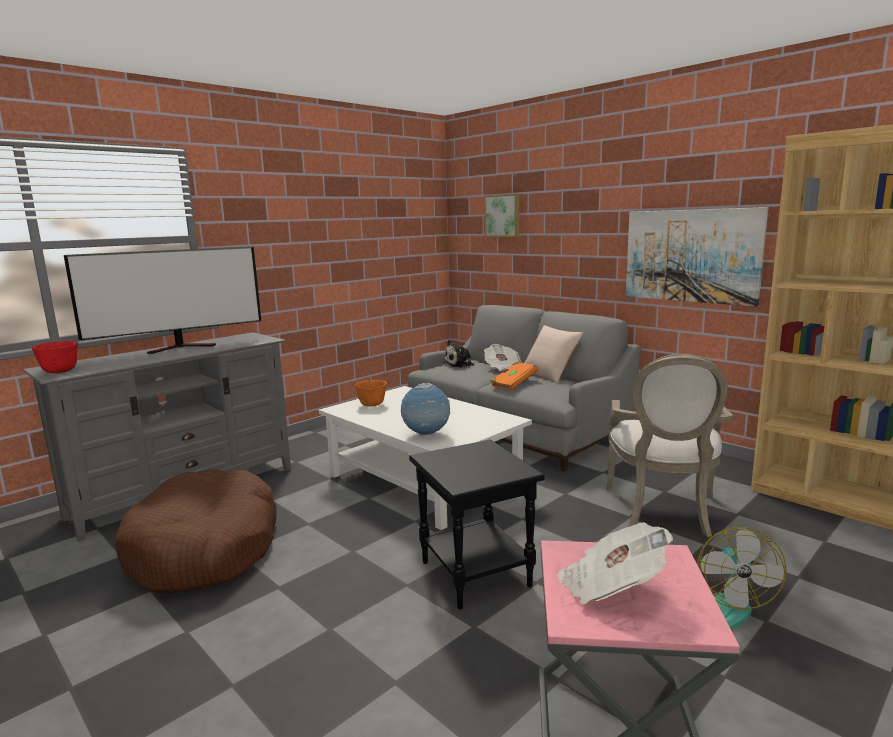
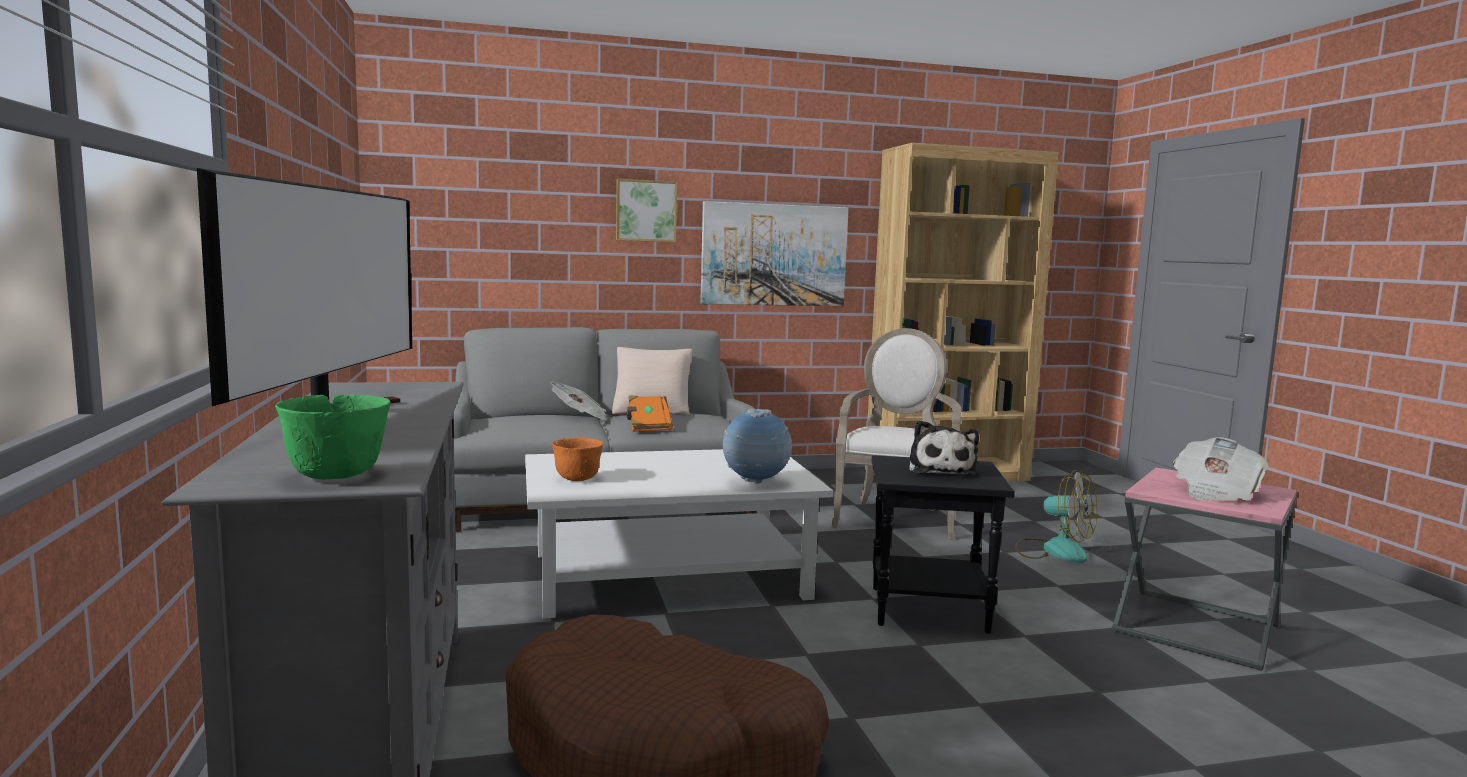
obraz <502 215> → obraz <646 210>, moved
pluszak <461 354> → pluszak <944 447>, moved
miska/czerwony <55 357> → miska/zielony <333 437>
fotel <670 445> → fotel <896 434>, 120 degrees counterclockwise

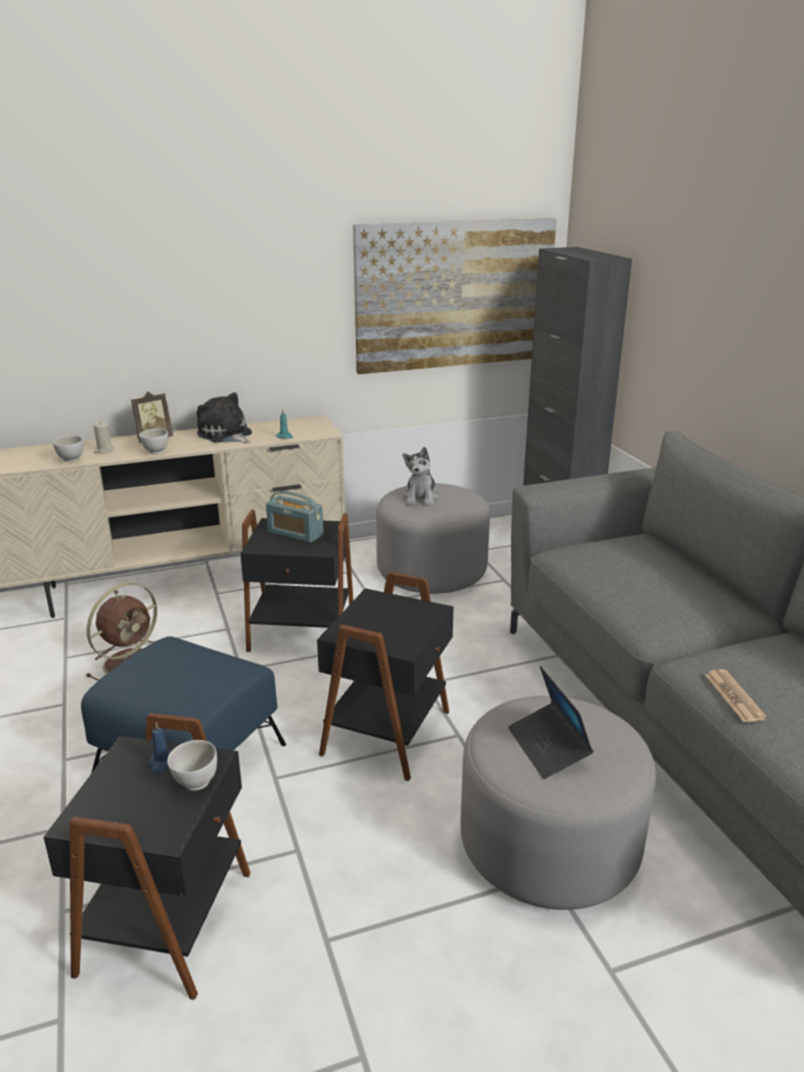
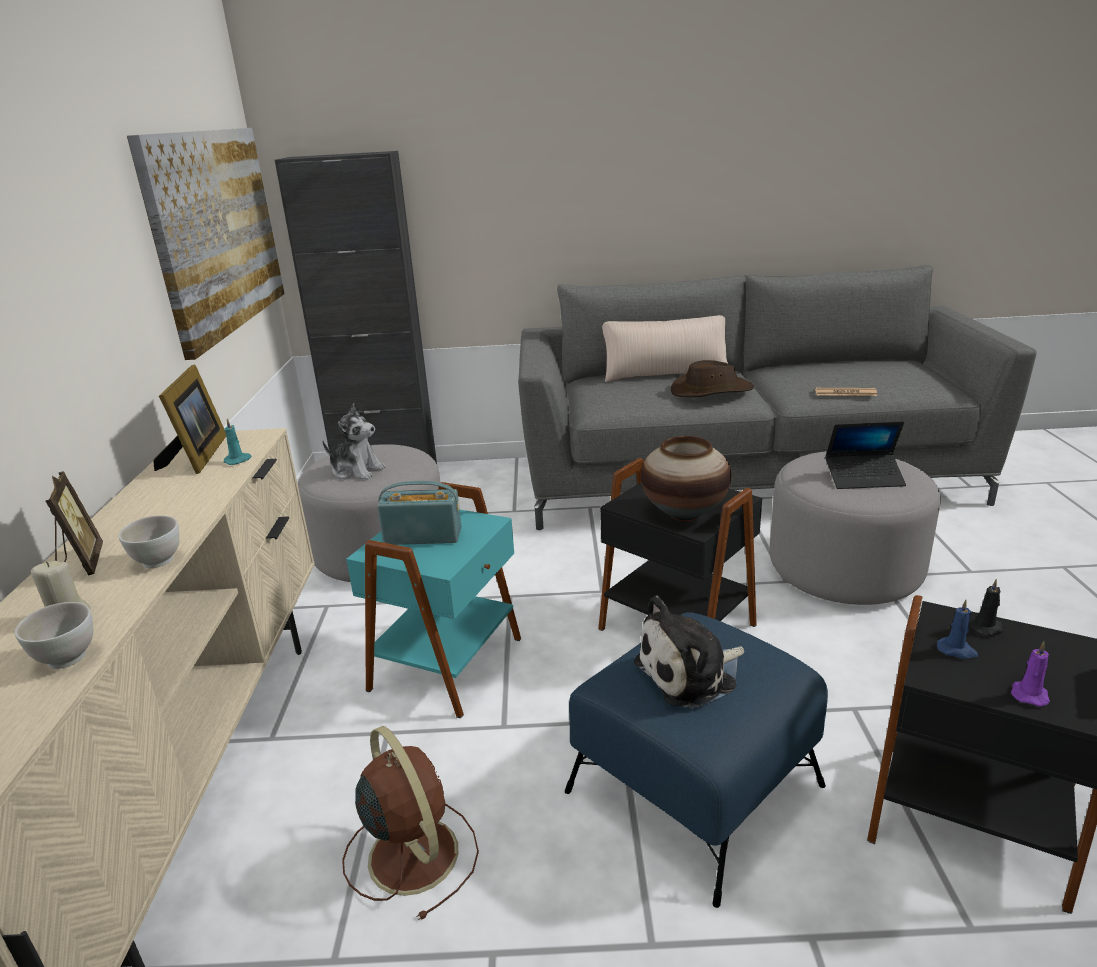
pluszak <224 417> → pluszak <689 652>, moved
radio <295 517> → radio <419 513>, 135 degrees counterclockwise
stolik/czarny <296 581> → stolik/turkusowy <433 600>
miska/biały <192 765> → świeca/czarny <986 607>
- → poduszka/beżowy <665 348>
- → kapelusz/brązowy <712 378>
- → ramka na zdjęcie <190 419>
- → wazon <686 478>
- → świeca/fioletowy <1030 674>

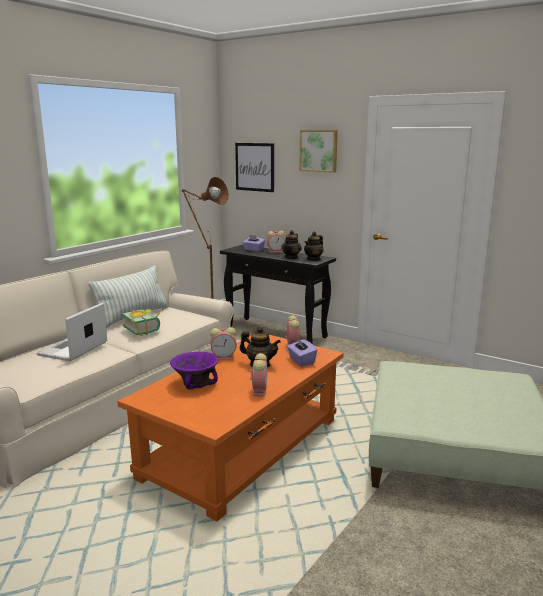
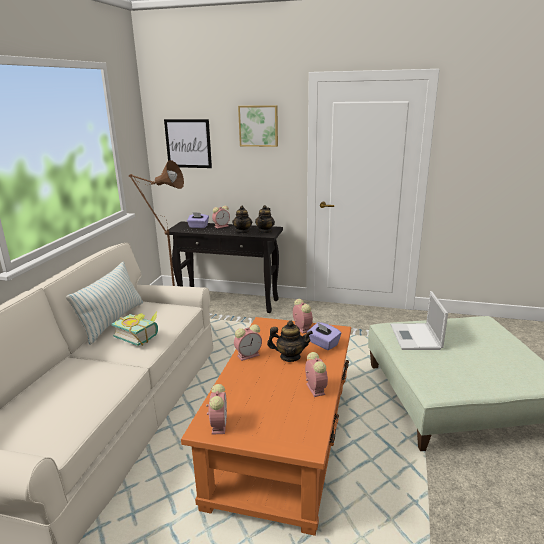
laptop <72 332> → laptop <419 320>, moved
miska/fioletowy <194 371> → -
- → budzik <216 409>

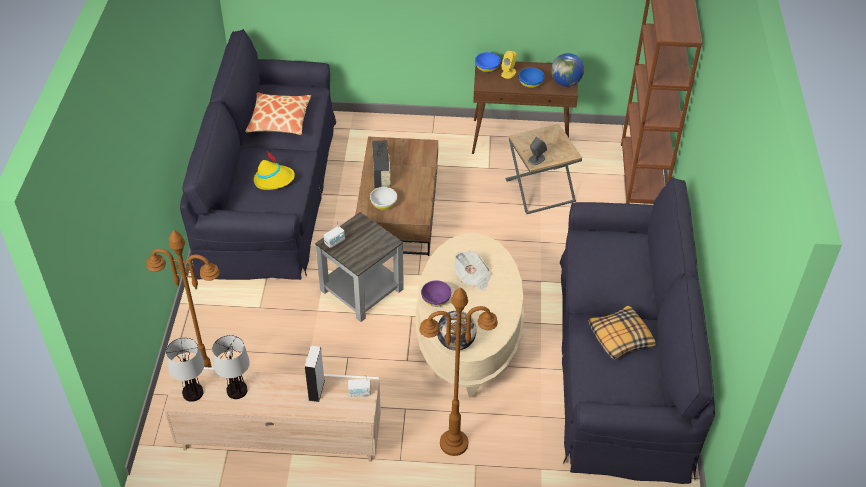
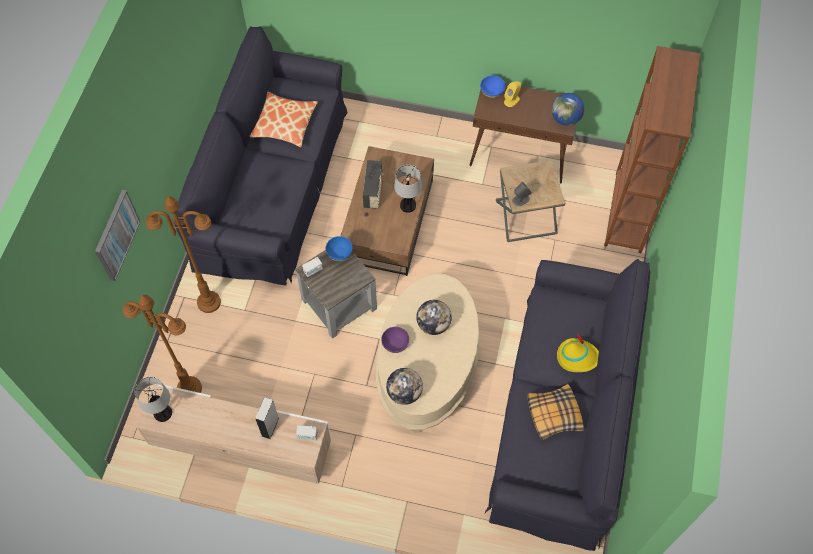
miska/niebieski <531 77> → miska/niebieski <339 248>, moved
kapelusz/żółty <274 170> → kapelusz/żółty <578 353>, moved
miska/biały <383 198> → -
gazeta <472 271> → globus <434 317>
lampa stojąca/brązowy <459 371> → lampa stojąca/brązowy <183 254>, moved
lampa stołowa <231 367> → lampa stołowa <408 189>, moved
- → obraz <117 235>

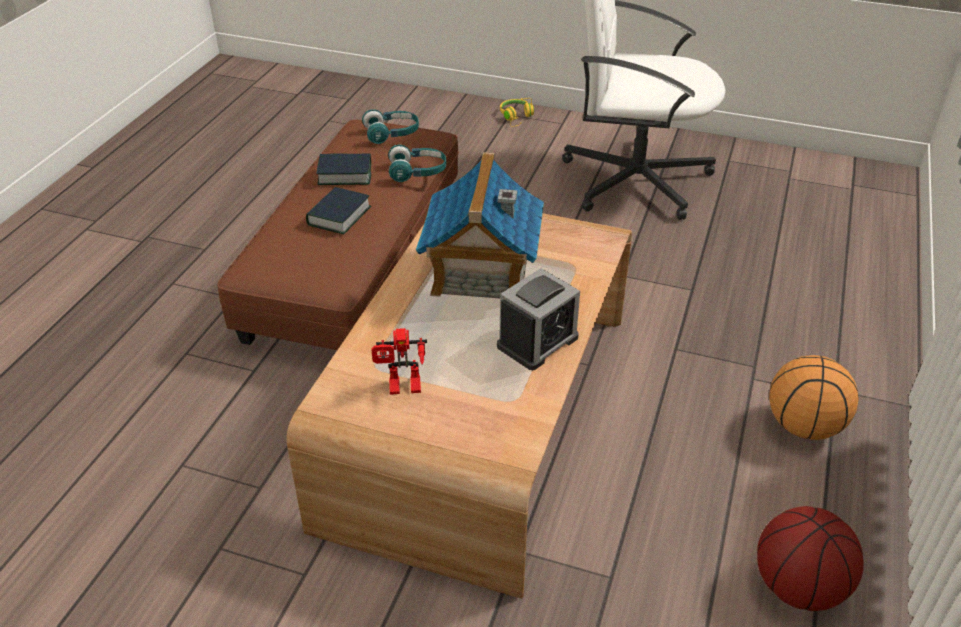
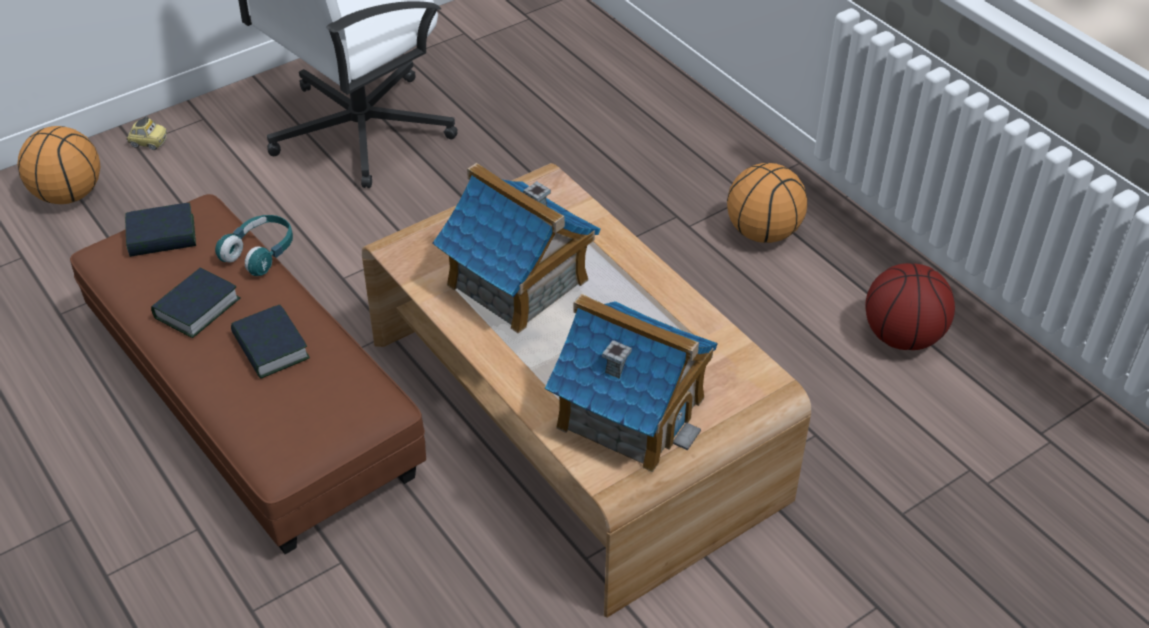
słuchawki/żółty <517 112> → samochodzik <147 133>
słuchawki/turkusowy <390 126> → książka <160 230>
budzik <538 319> → -
robot zabawkowy <399 361> → domek <631 383>
- → piłka do koszykówki <59 165>

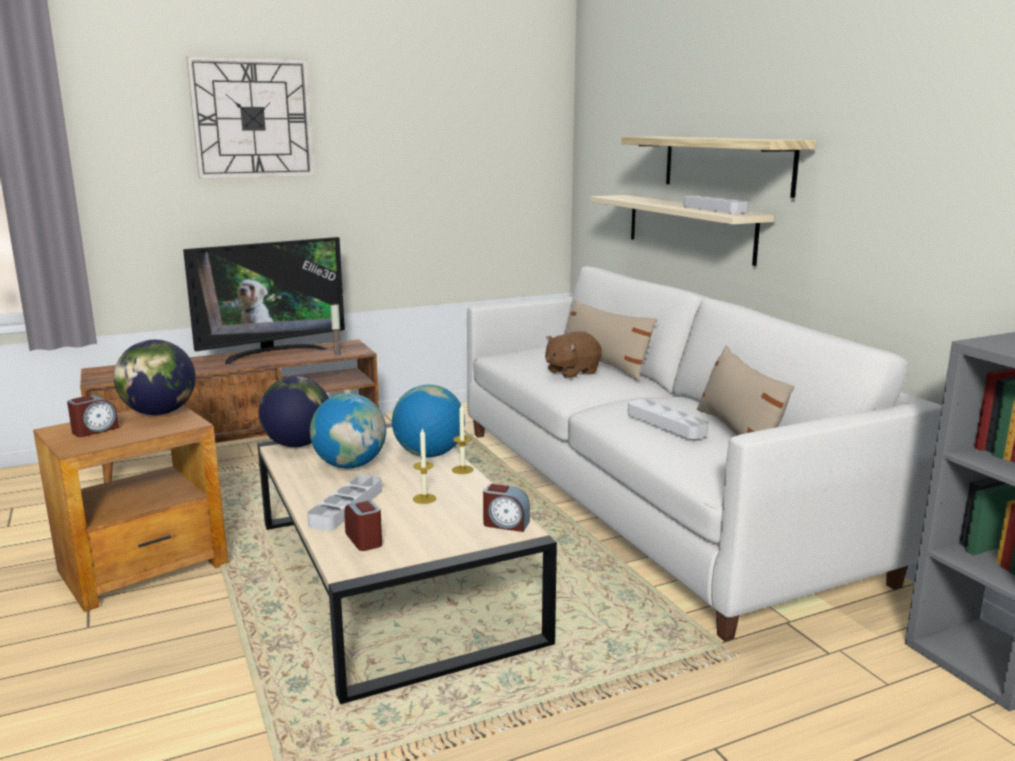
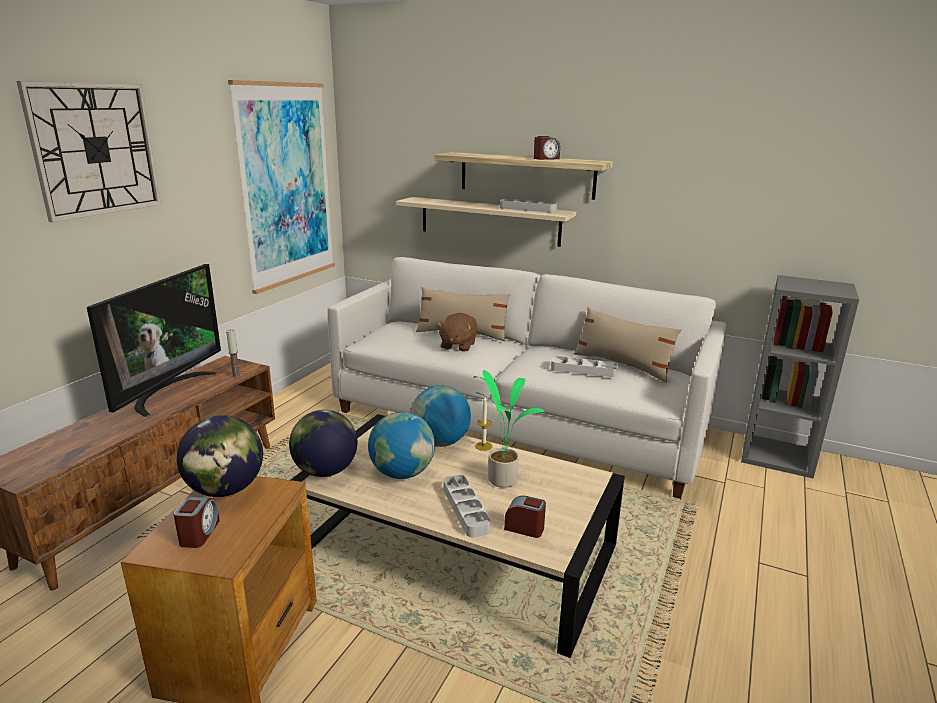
świeca <424 466> → roślina doniczkowa <509 429>
budzik <506 508> → budzik <547 148>, moved
- → obraz <281 187>

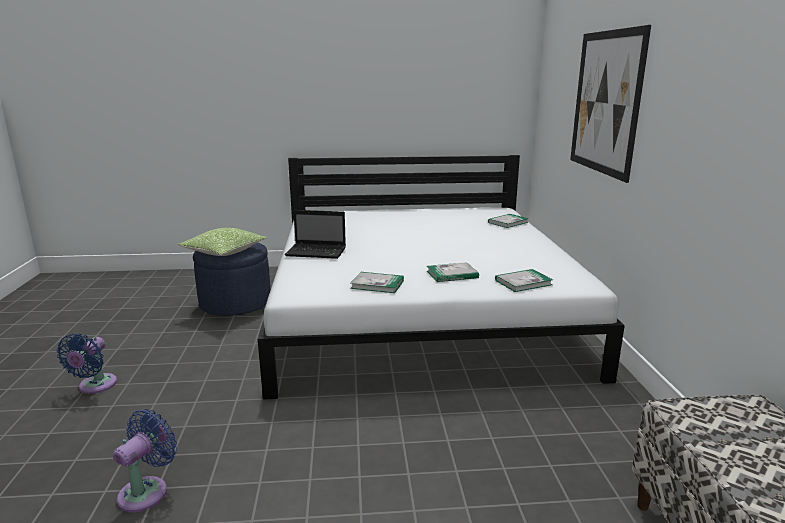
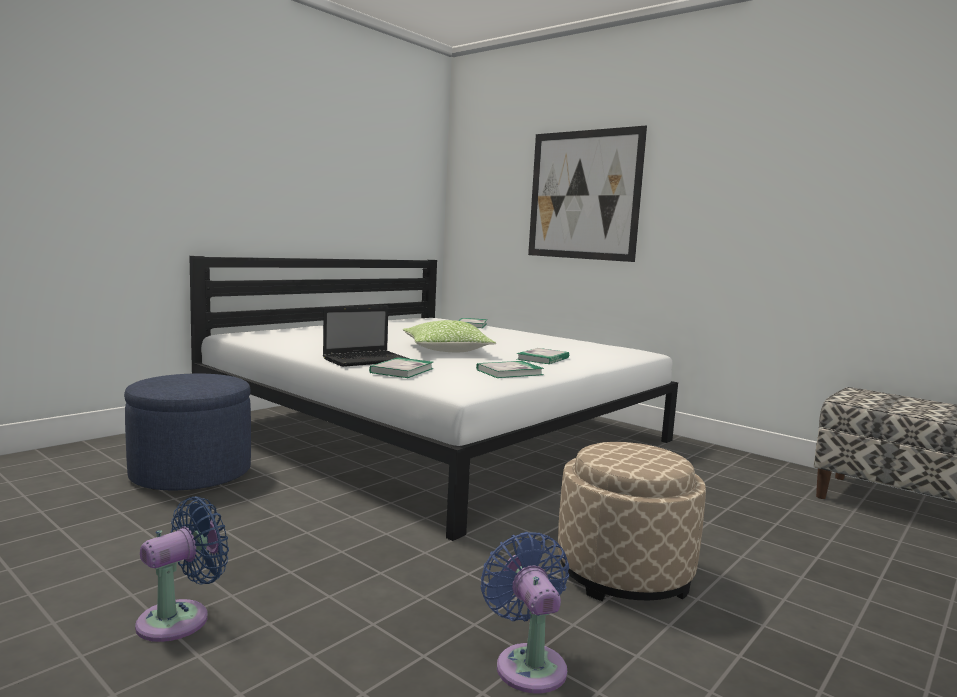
poduszka <222 242> → poduszka <449 336>, moved
książka <524 280> → książka <401 367>, moved
wentylator/niebieski <87 364> → wentylator/niebieski <182 569>, 105 degrees counterclockwise
- → pufa/beżowy <632 521>

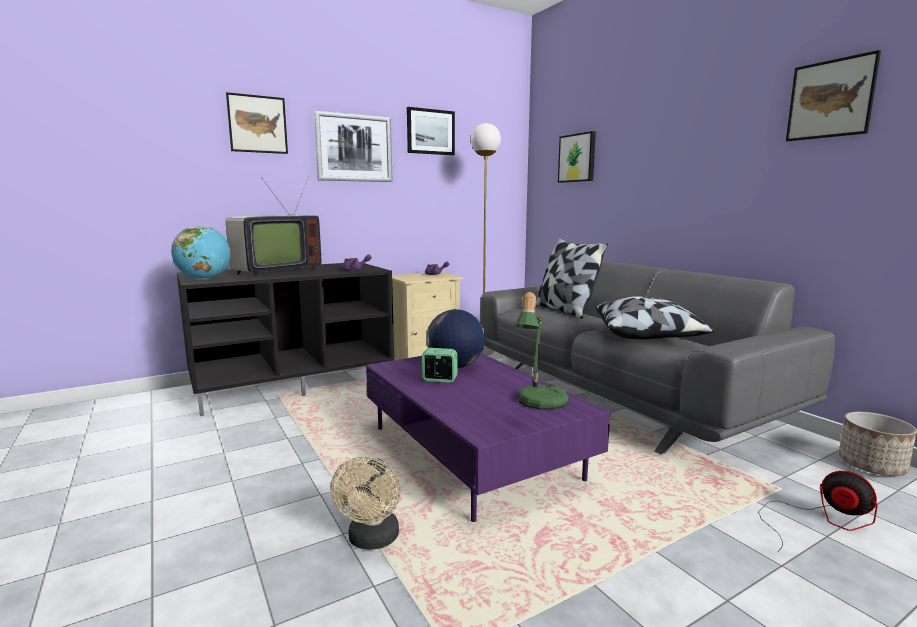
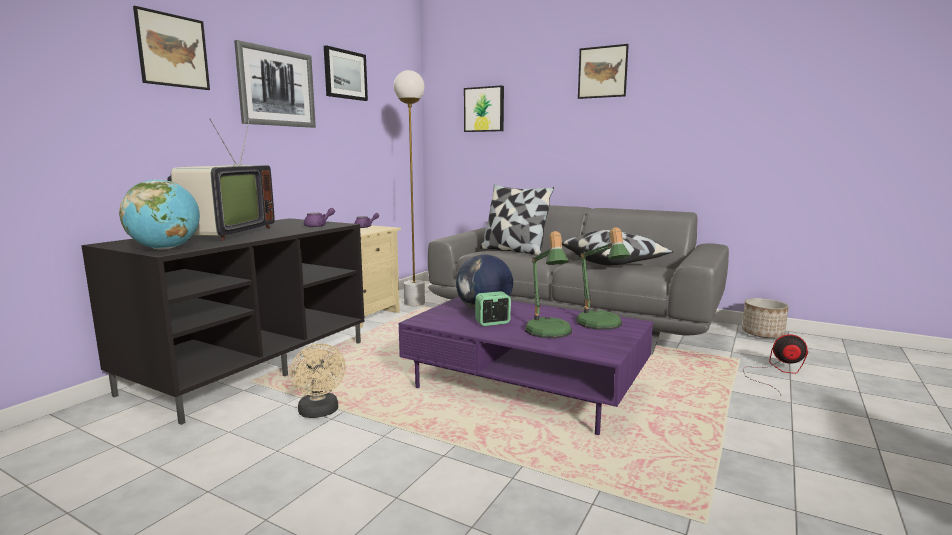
obraz <833 95> → obraz <603 71>, moved
wentylator/beżowy <365 502> → wentylator/beżowy <318 380>, moved
- → lampa stołowa <548 284>

